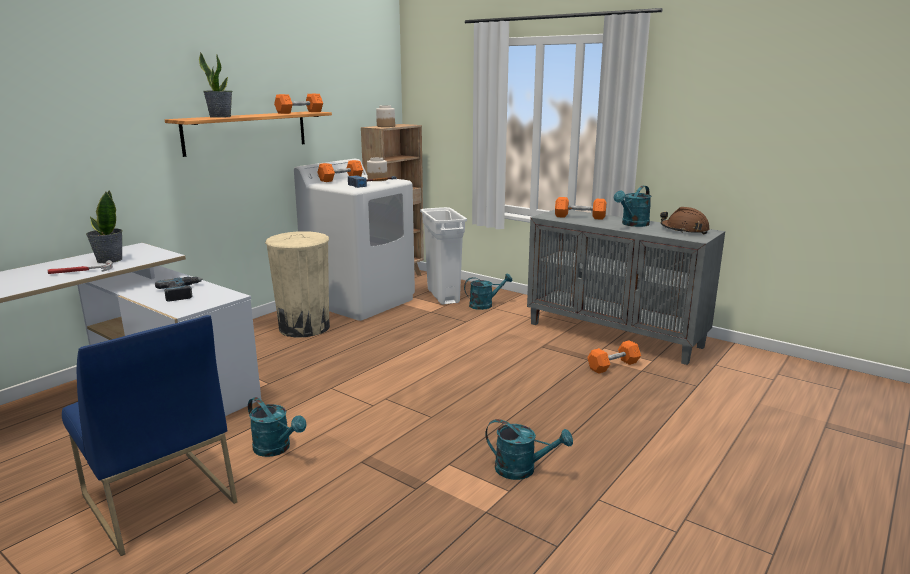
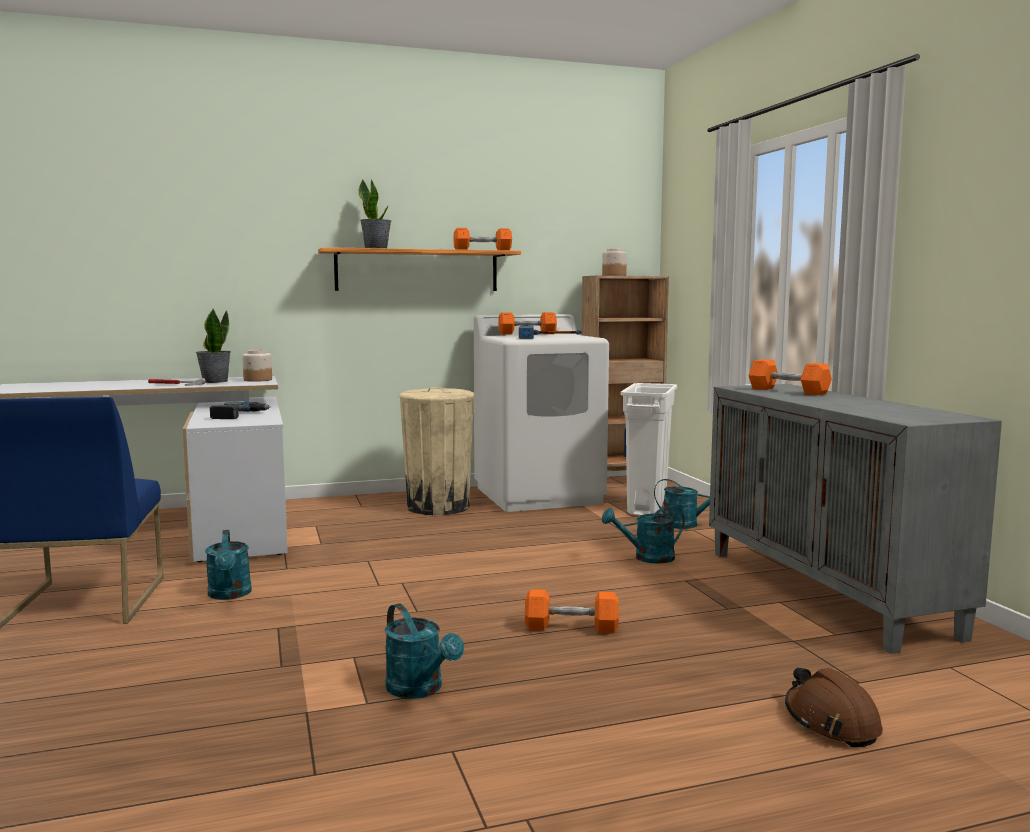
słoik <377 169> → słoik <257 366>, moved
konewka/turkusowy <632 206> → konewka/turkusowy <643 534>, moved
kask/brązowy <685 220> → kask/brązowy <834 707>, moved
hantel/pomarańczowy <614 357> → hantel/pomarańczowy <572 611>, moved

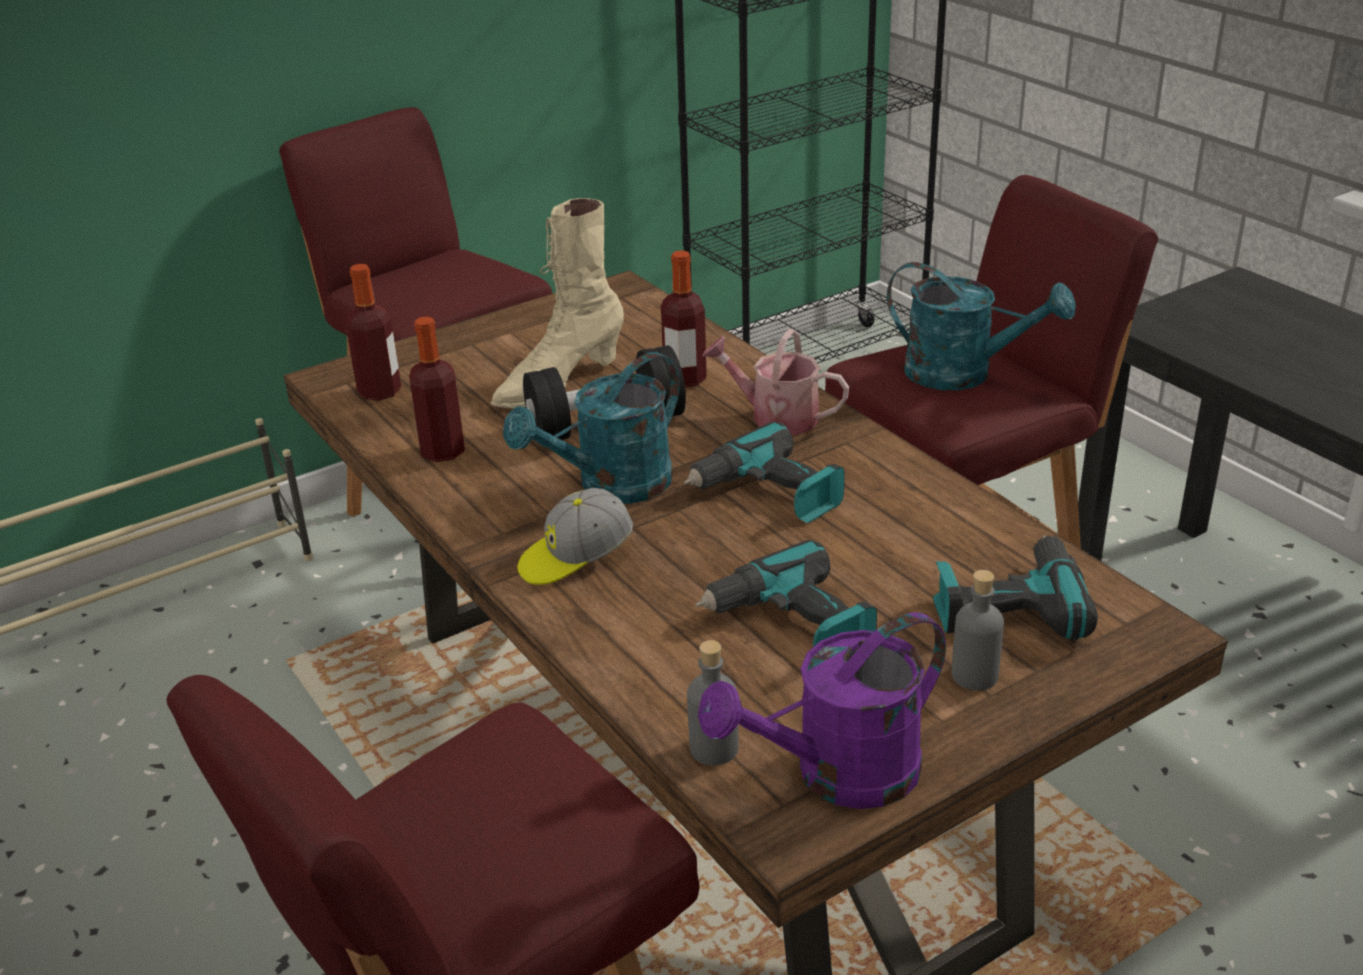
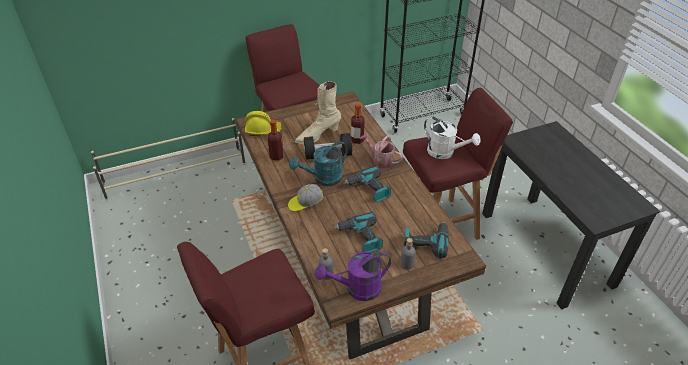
konewka/turkusowy <981 326> → konewka/biały <452 137>
butelka <373 332> → kask/żółty <263 123>

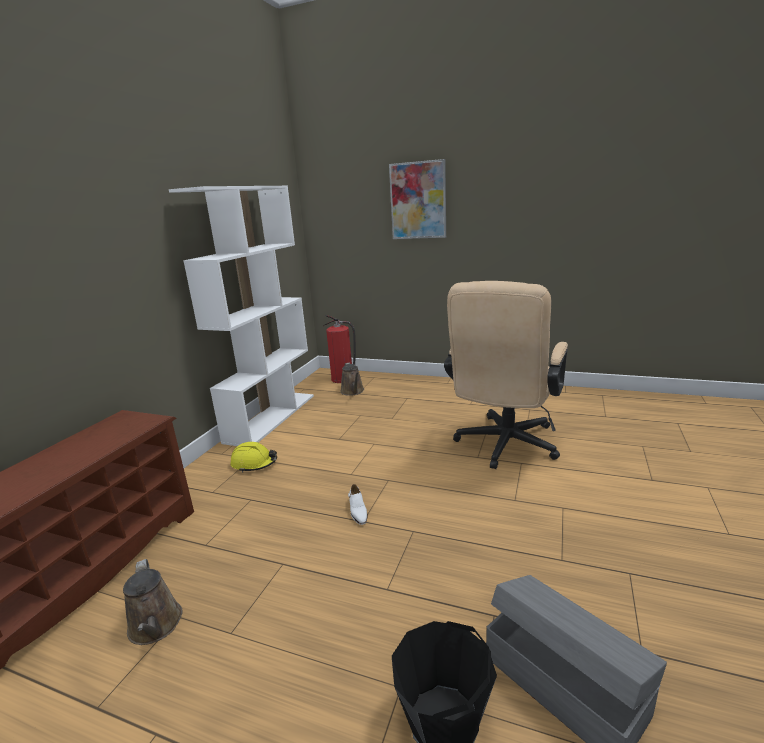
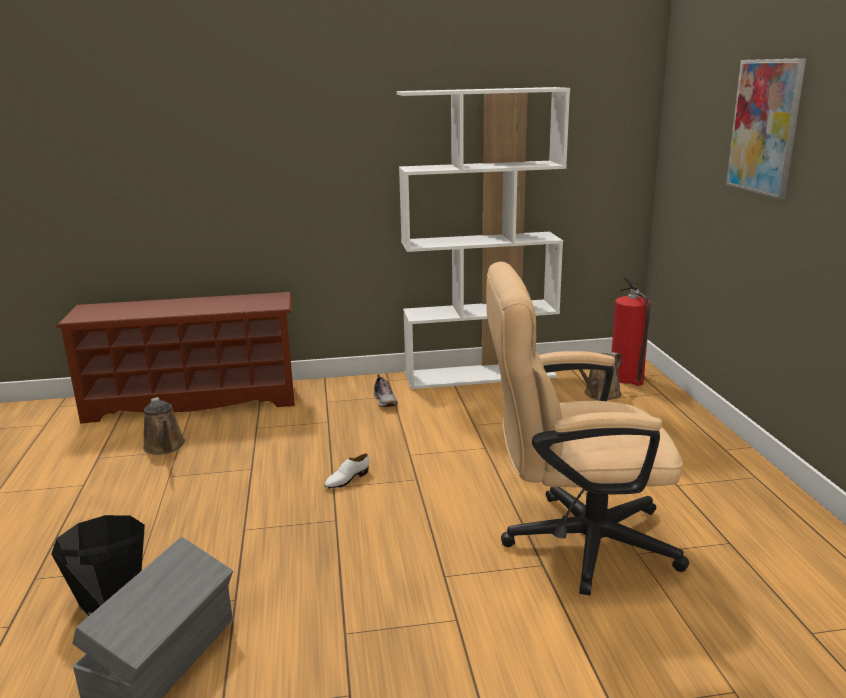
kask/żółty <253 457> → but <386 390>
konewka/brązowy <153 602> → konewka/brązowy <164 426>, 60 degrees counterclockwise

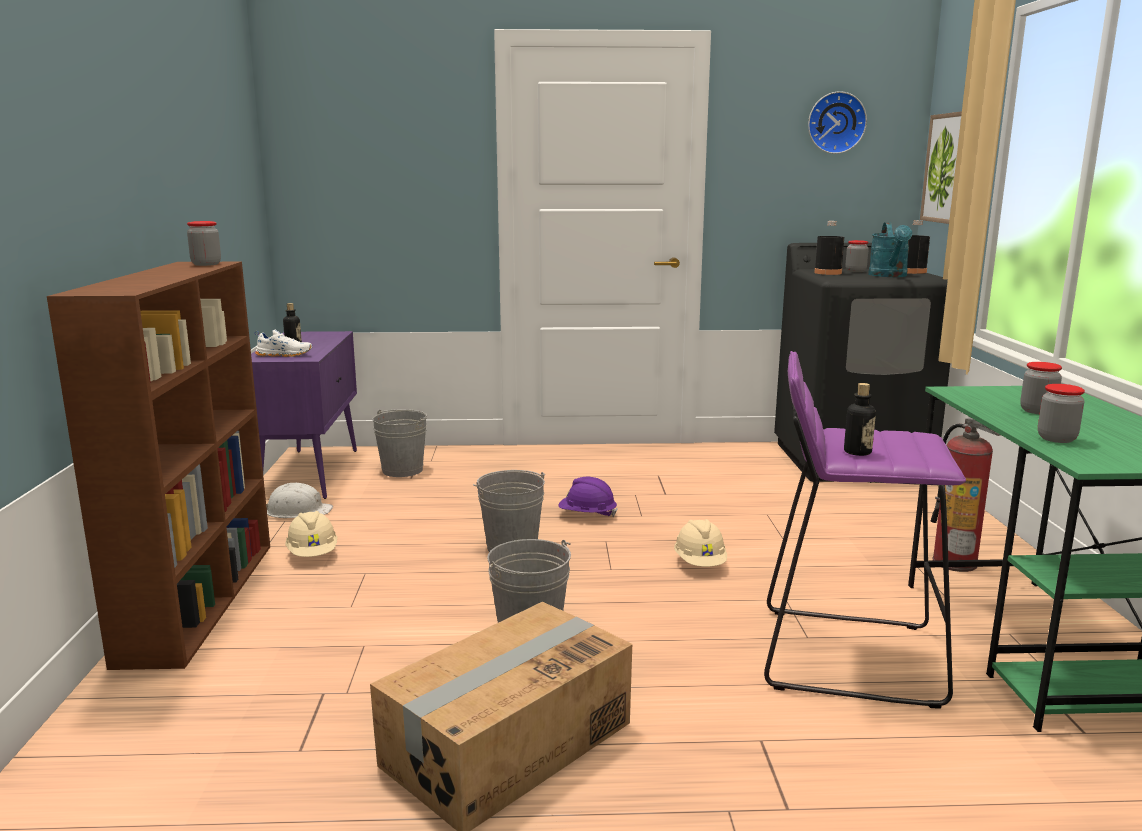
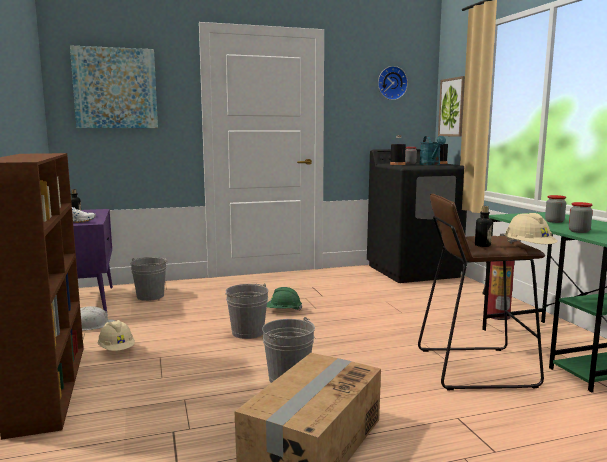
słoik <204 243> → -
stołek/fioletowy <865 530> → stołek/brązowy <481 292>
kask/fioletowy <588 497> → kask/zielony <284 299>
kask/beżowy <700 543> → kask/beżowy <531 228>, moved
- → obraz <114 86>

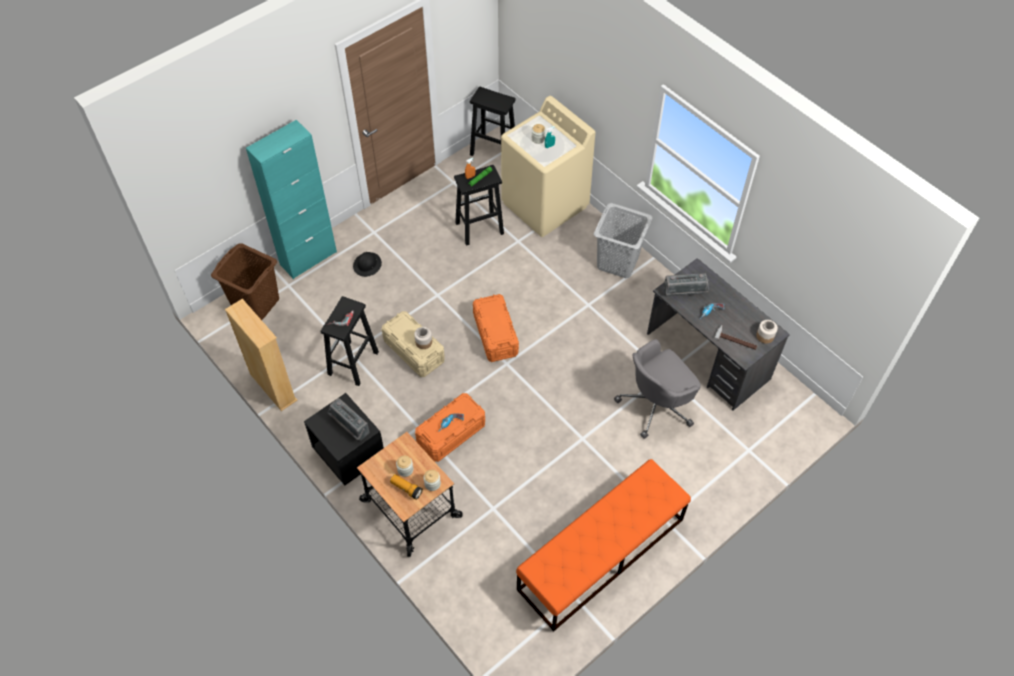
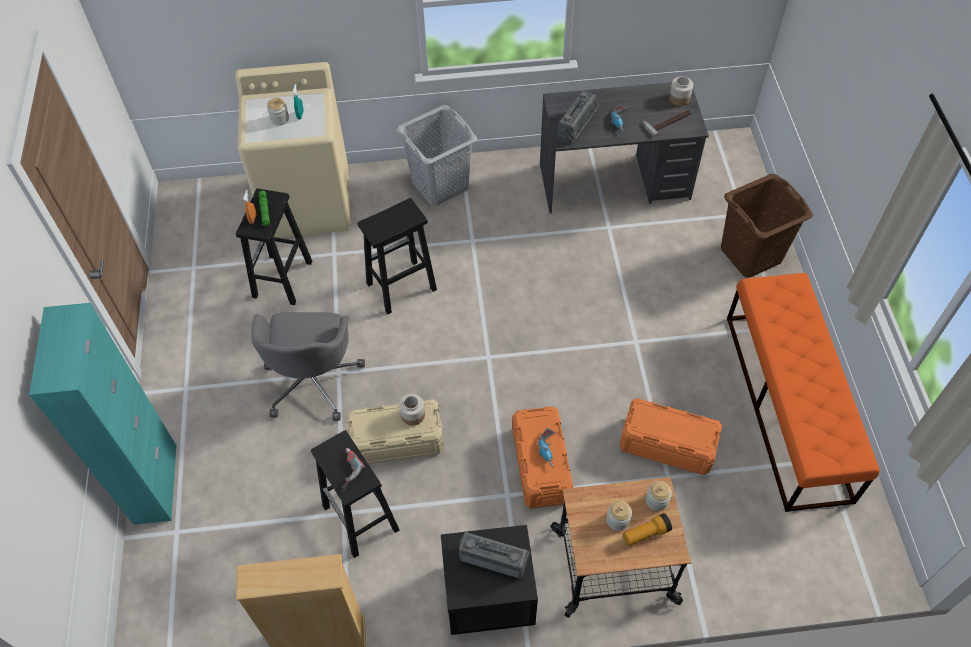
stołek/czarny <493 121> → stołek/czarny <397 256>, moved
kosz na pranie/brązowy <245 281> → kosz na pranie/brązowy <767 226>, moved
kask/czarny <367 264> → -
pojemnik do przechowywania/pomarańczowy <496 328> → pojemnik do przechowywania/pomarańczowy <671 436>, moved
krzesło biurowe/szary <657 389> → krzesło biurowe/szary <308 366>, moved
radio <349 419> → radio <494 555>, 150 degrees counterclockwise

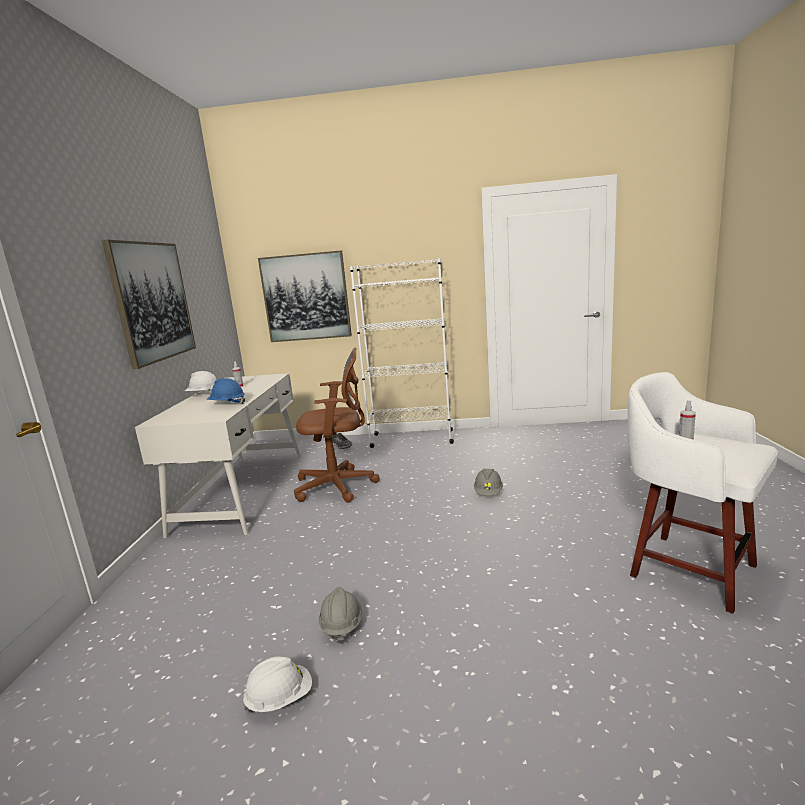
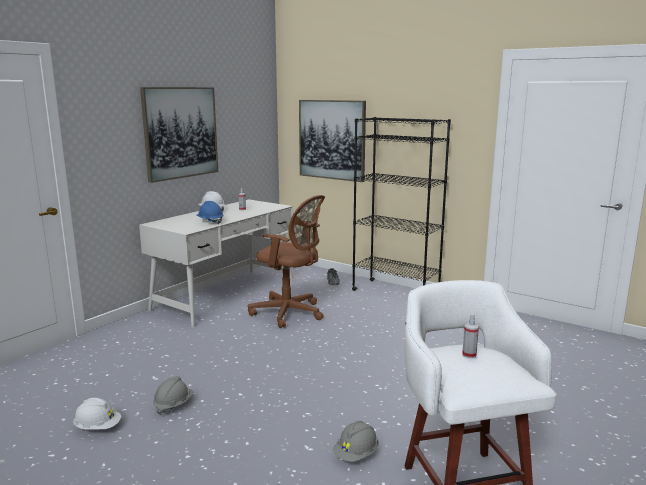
regał/biały <402 353> → regał/czarny <401 204>
kask/szary <488 482> → kask/szary <356 441>, moved

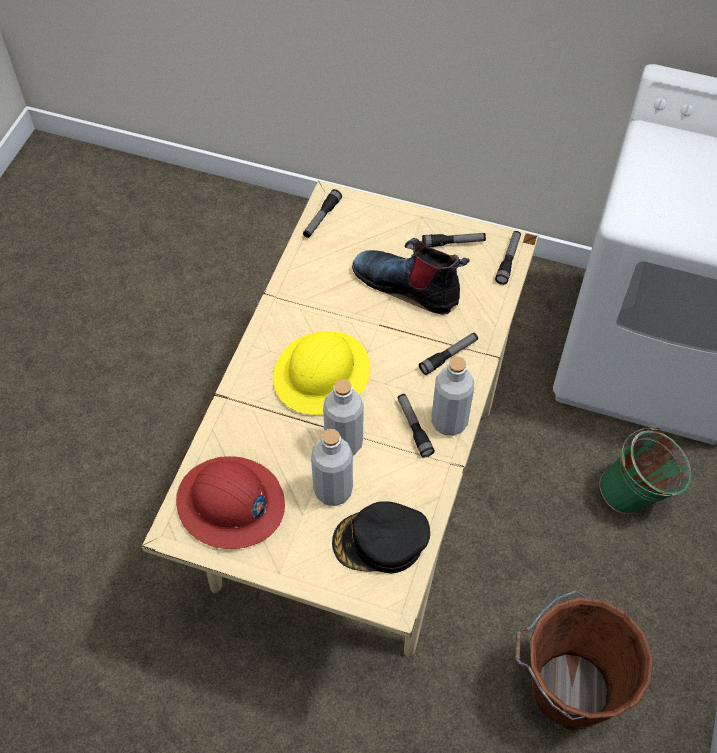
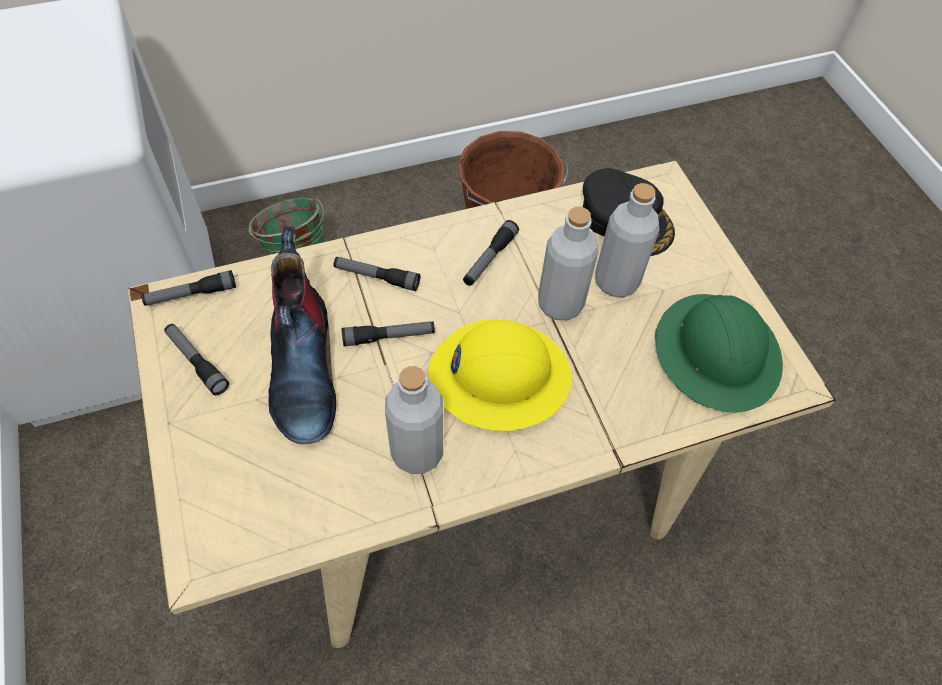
latarka <322 213> → latarka <388 333>, moved
butelka/szary <452 396> → butelka/szary <414 420>, moved
kask/czerwony <230 502> → kask/zielony <719 353>

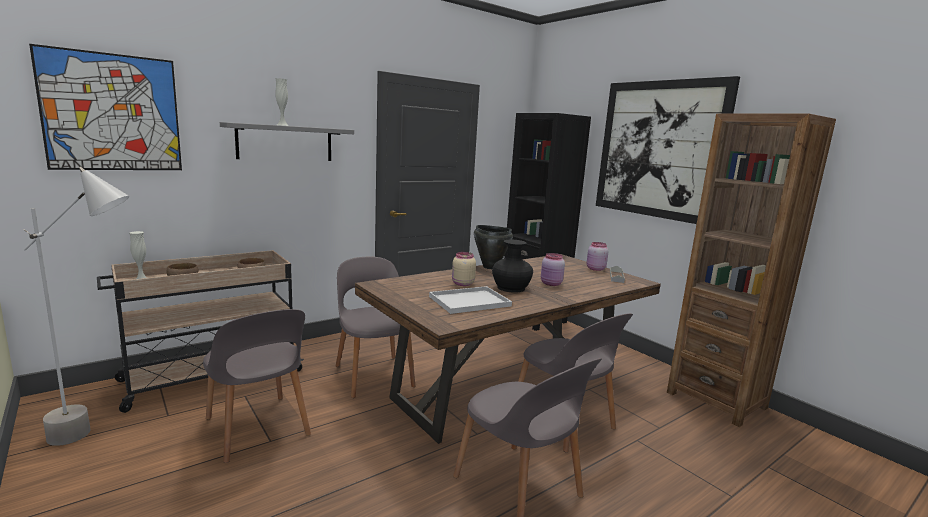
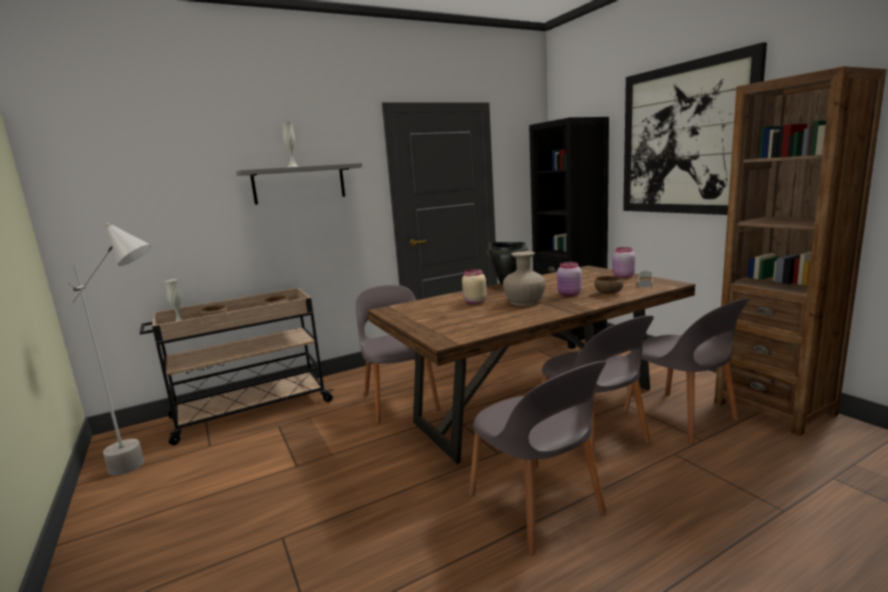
obraz <105 107> → -
wazon/czarny <512 266> → wazon/beżowy <524 278>
taca/biały <470 300> → -
krzesło/szary <257 386> → krzesło/szary <686 371>, moved
- → miska/brązowy <609 285>

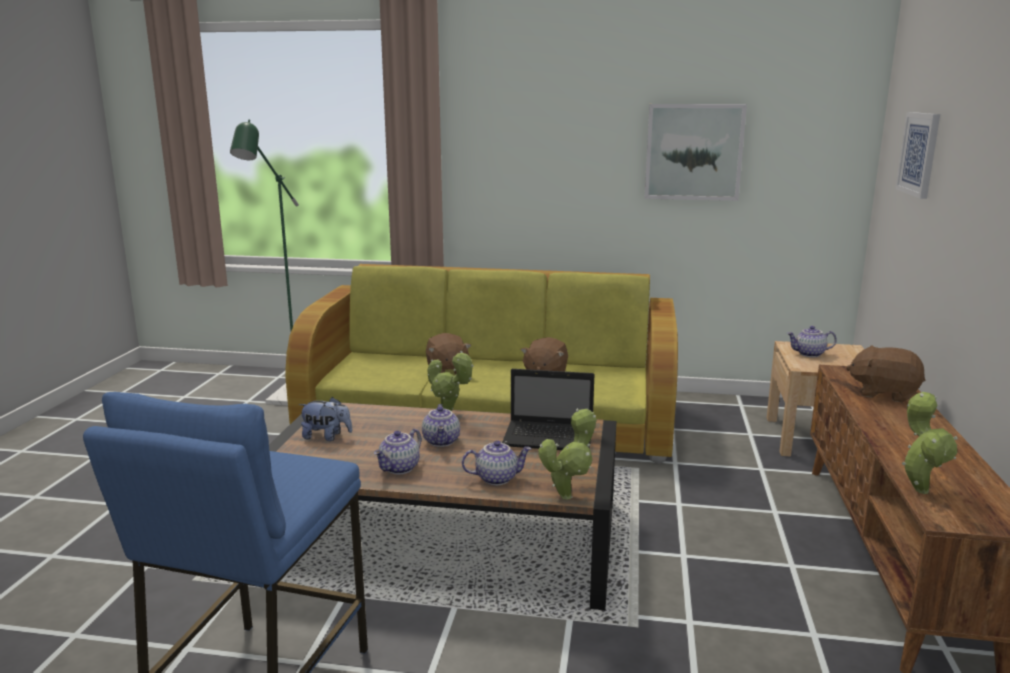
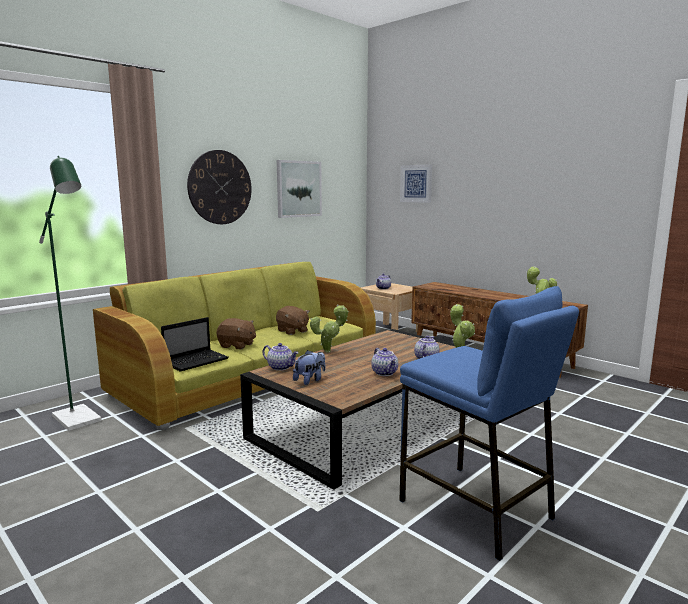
pluszak/brązowy <885 373> → -
laptop <548 409> → laptop <195 344>, moved
imbryk <441 425> → imbryk <280 357>, moved
- → zegar ścienny <219 187>

